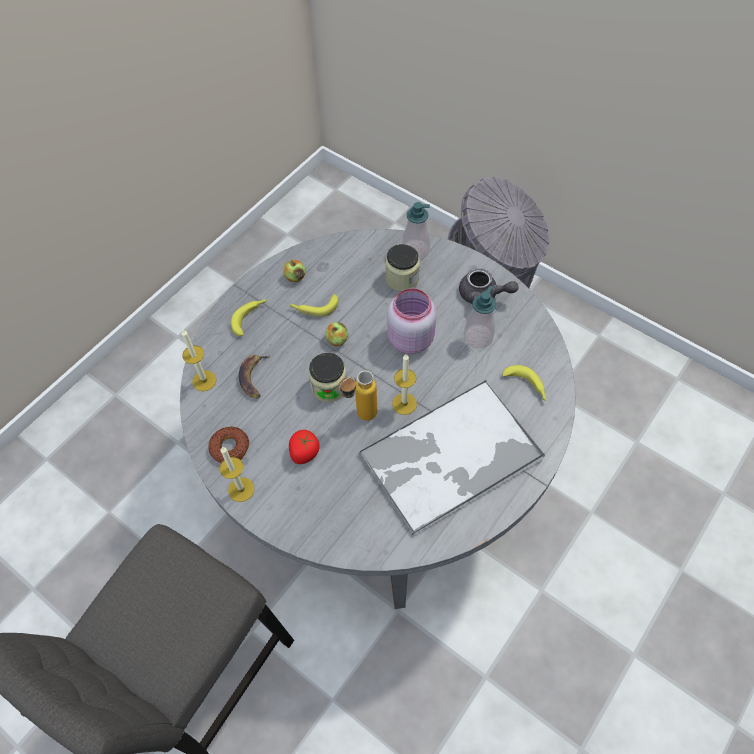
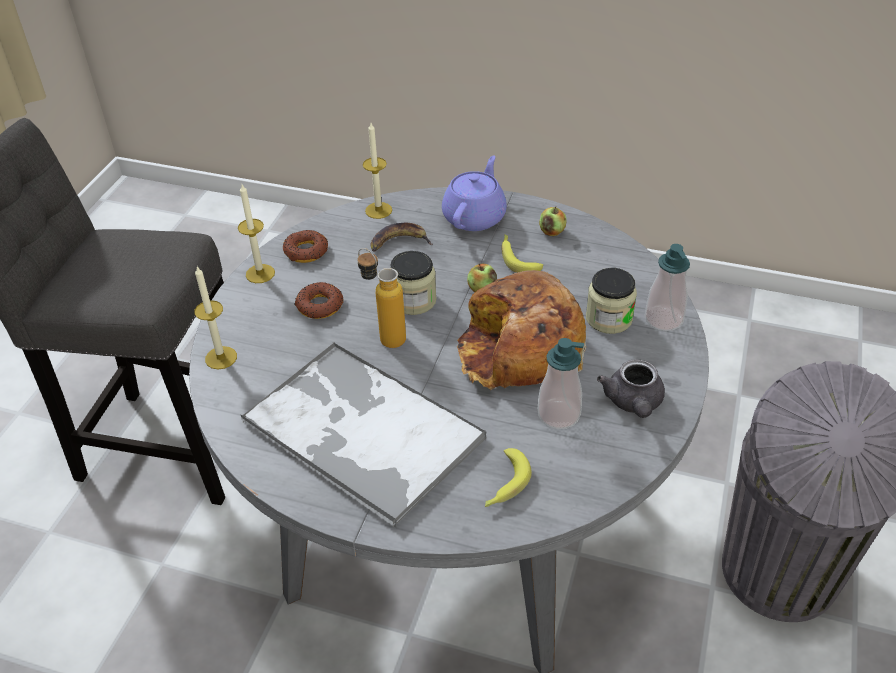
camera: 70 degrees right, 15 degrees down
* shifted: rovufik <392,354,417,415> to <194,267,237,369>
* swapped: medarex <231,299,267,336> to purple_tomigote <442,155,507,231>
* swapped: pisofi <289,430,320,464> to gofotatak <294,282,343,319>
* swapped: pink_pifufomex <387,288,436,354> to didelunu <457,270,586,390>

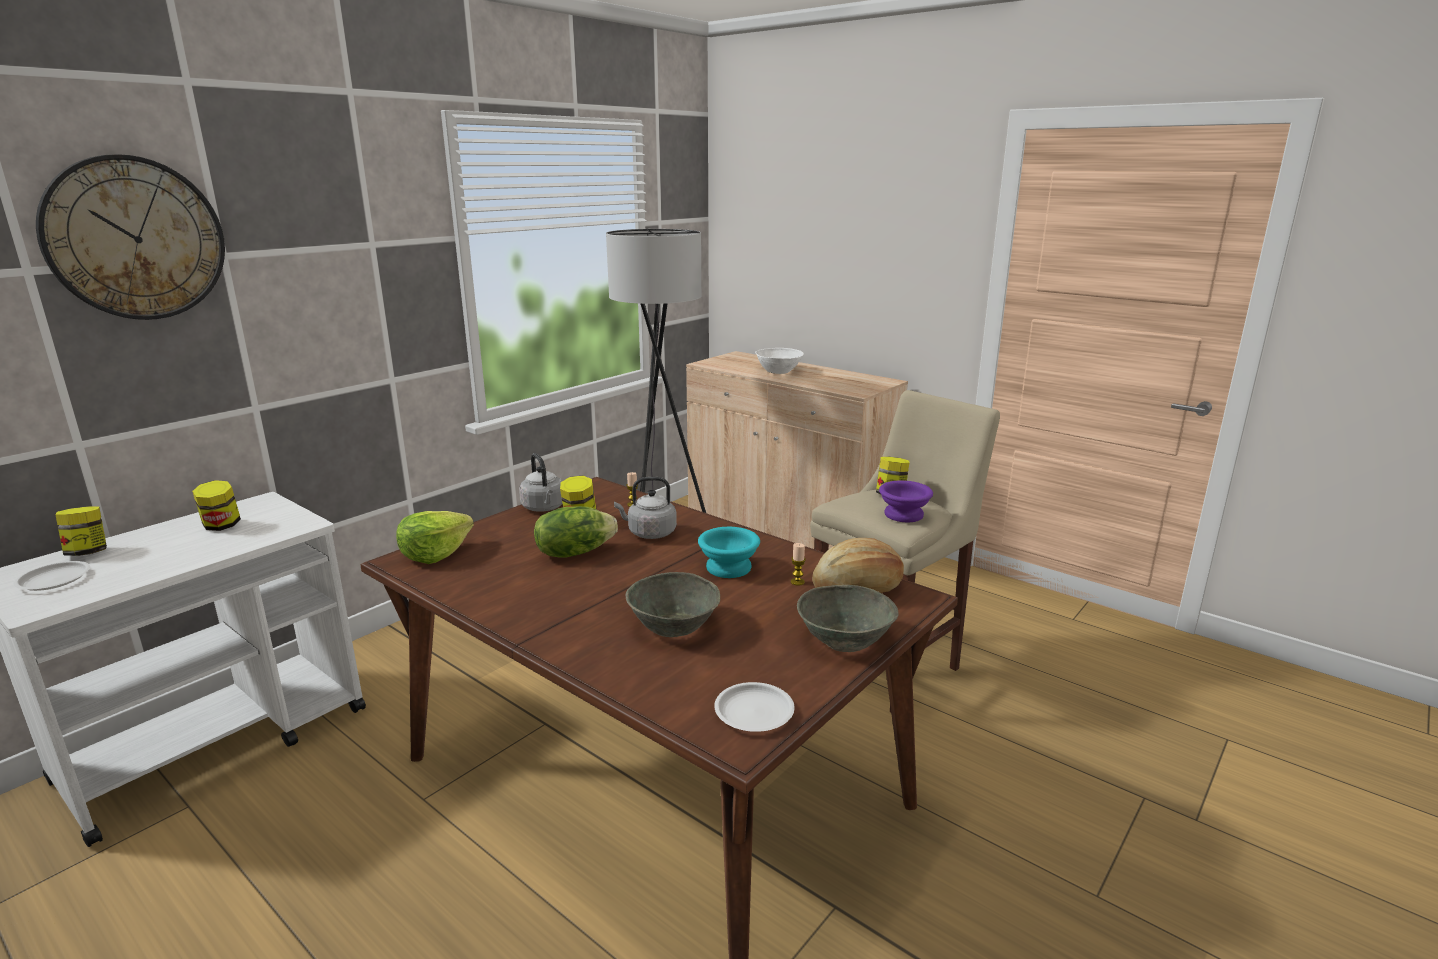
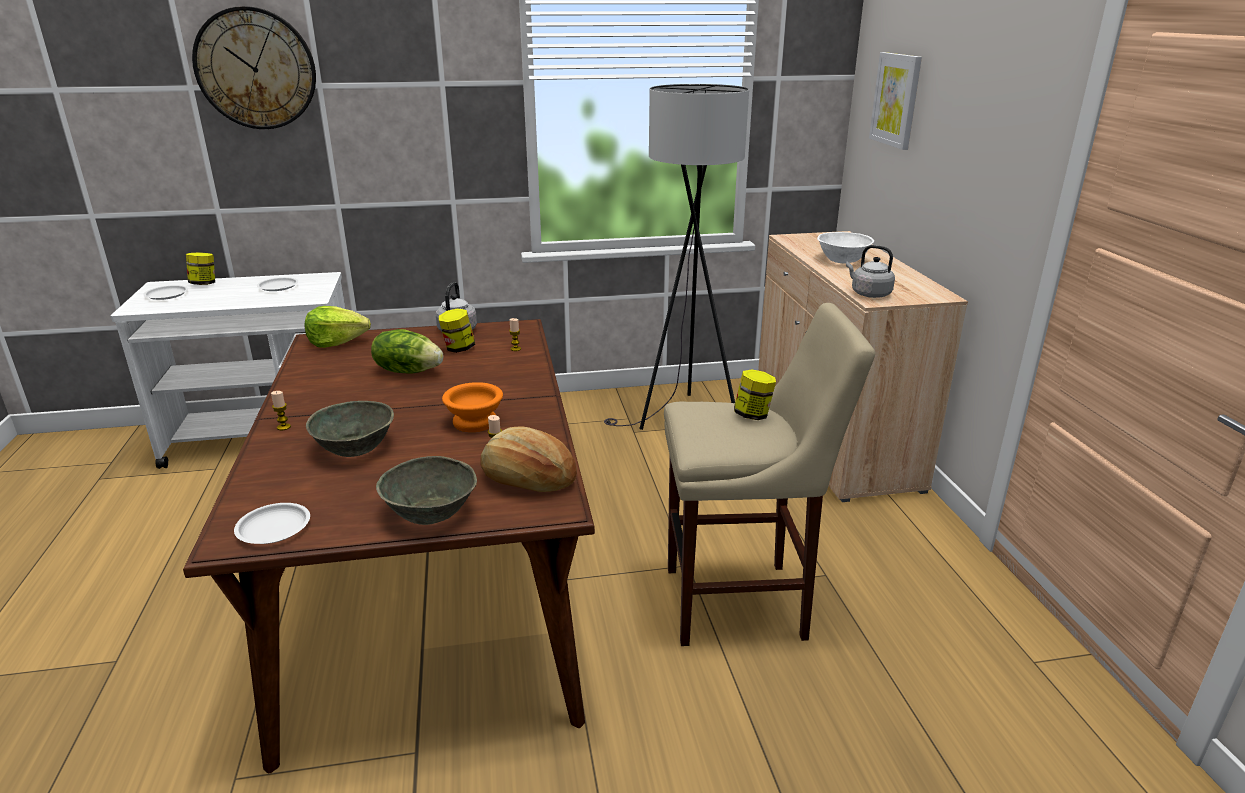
camera: 40 degrees right, 5 degrees up
* gone: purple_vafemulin <879,480,933,522>
* new: rovufik <271,391,291,430>
* new: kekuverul <869,52,922,150>
* shifted: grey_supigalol <614,477,677,539> to <846,245,895,298>
* swapped: pifufomex <192,480,241,531> to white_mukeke <257,277,298,291>
* repainted: turquoise_vafemulin <698,527,760,578> to orange_vafemulin <442,382,503,432>

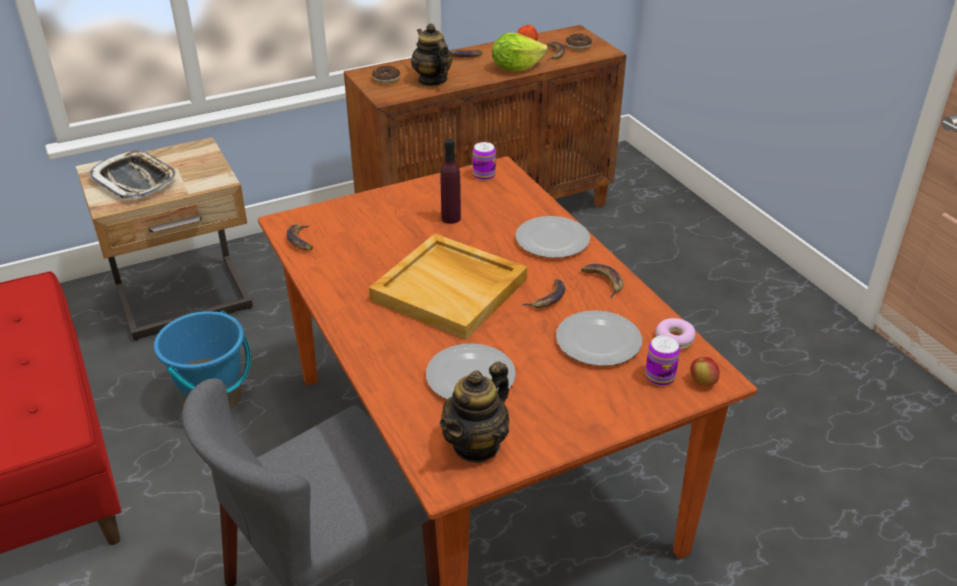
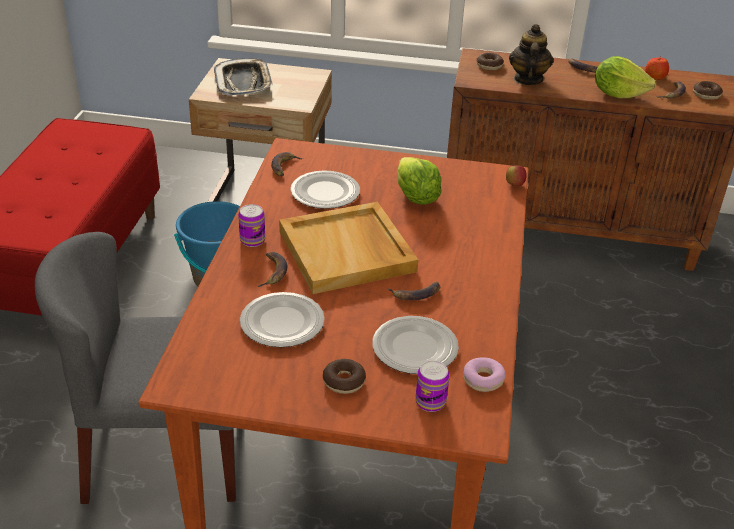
camera: 35 degrees right, 0 degrees up
* gone: tomigote <440,361,509,463>
* new: gofotatak <323,359,366,394>
* shifted: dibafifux <473,142,496,181> to <238,204,265,247>
* shifted: mukeke <515,216,590,258> to <290,170,360,209>
* shifted: medarex <581,264,623,298> to <257,252,287,287>
* shifted: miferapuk <690,357,720,385> to <506,165,527,186>
* swapped: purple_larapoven <440,139,461,224> to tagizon <397,157,442,205>

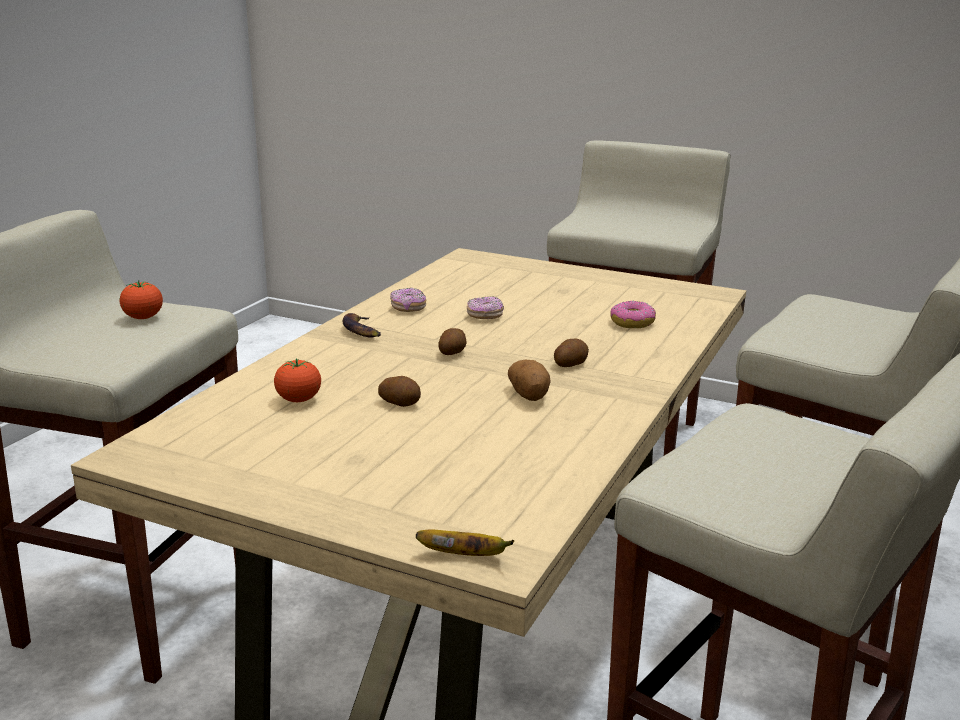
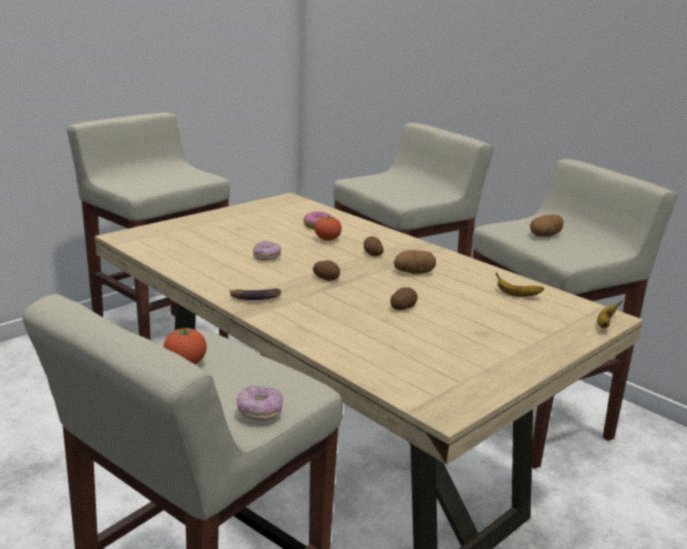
camera: 70 degrees left, 0 degrees up
* new: medarex <496,272,544,297>
* new: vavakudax <530,214,564,237>
* shifted: pisofi <274,358,321,402> to <315,215,342,241>
* shifted: gofotatak <390,288,426,312> to <237,386,283,421>

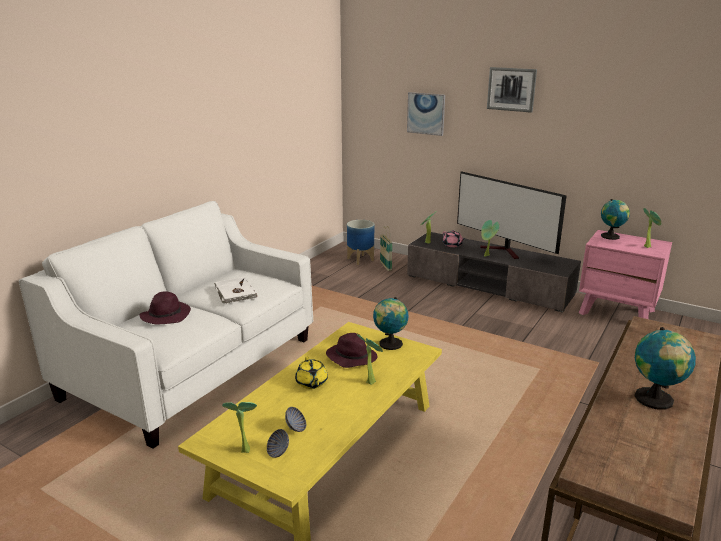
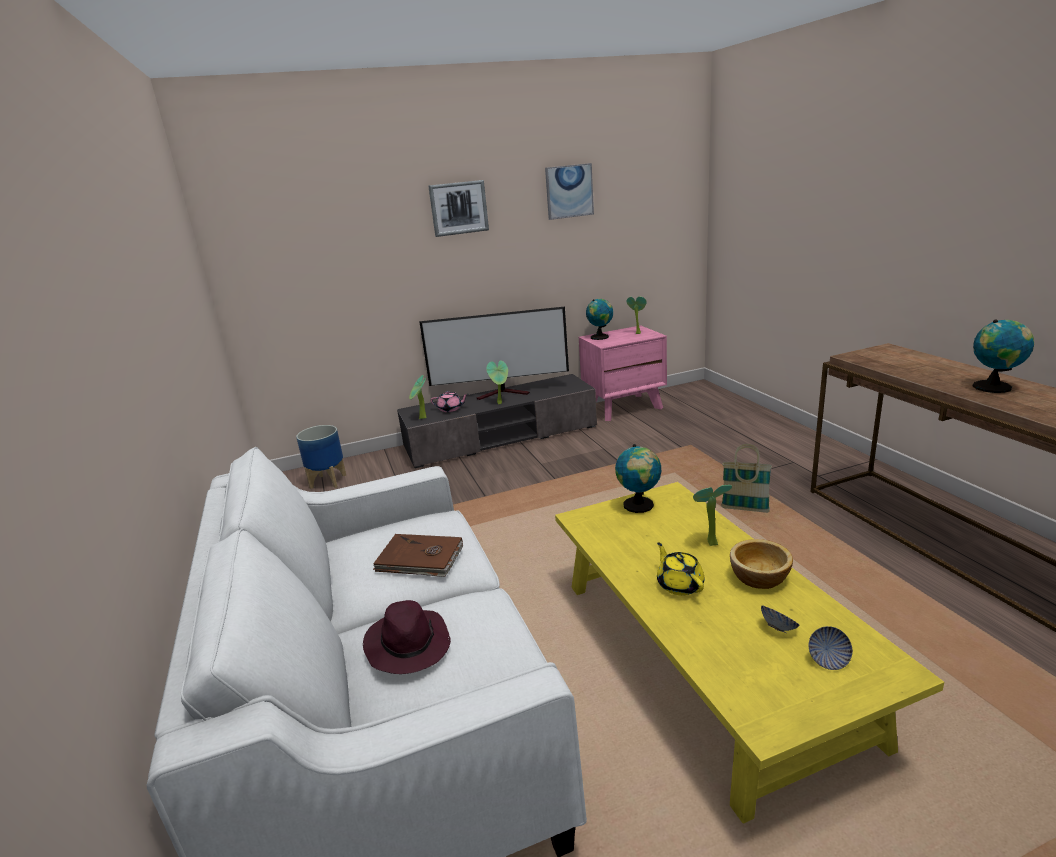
camera: 50 degrees left, 0 degrees up
* gone: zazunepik <222,402,257,453>
* gone: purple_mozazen <326,333,378,368>
* new: vafemulin <730,539,793,589>
* shifted: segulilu <380,226,392,271> to <721,444,772,513>
* shifted: kekuverul <407,92,445,136> to <545,163,594,220>
* repainted: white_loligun <214,277,257,304> to brown_loligun <373,534,463,577>
* rotated: yellow_tomigote <295,357,328,389> = <657,542,704,595> 135 degrees counterclockwise

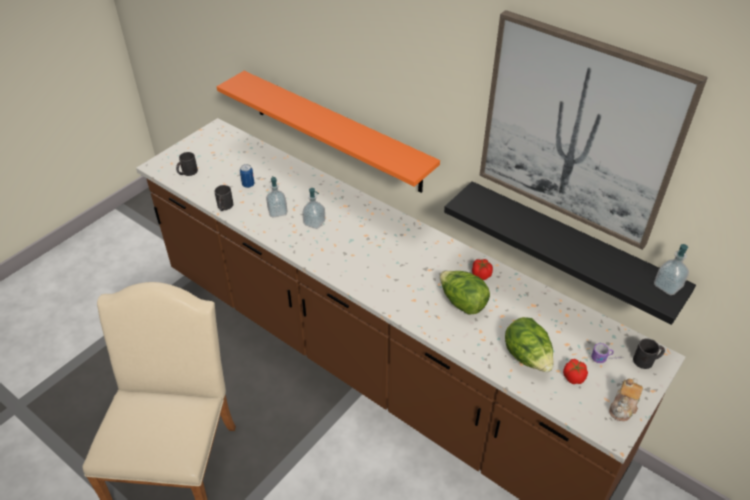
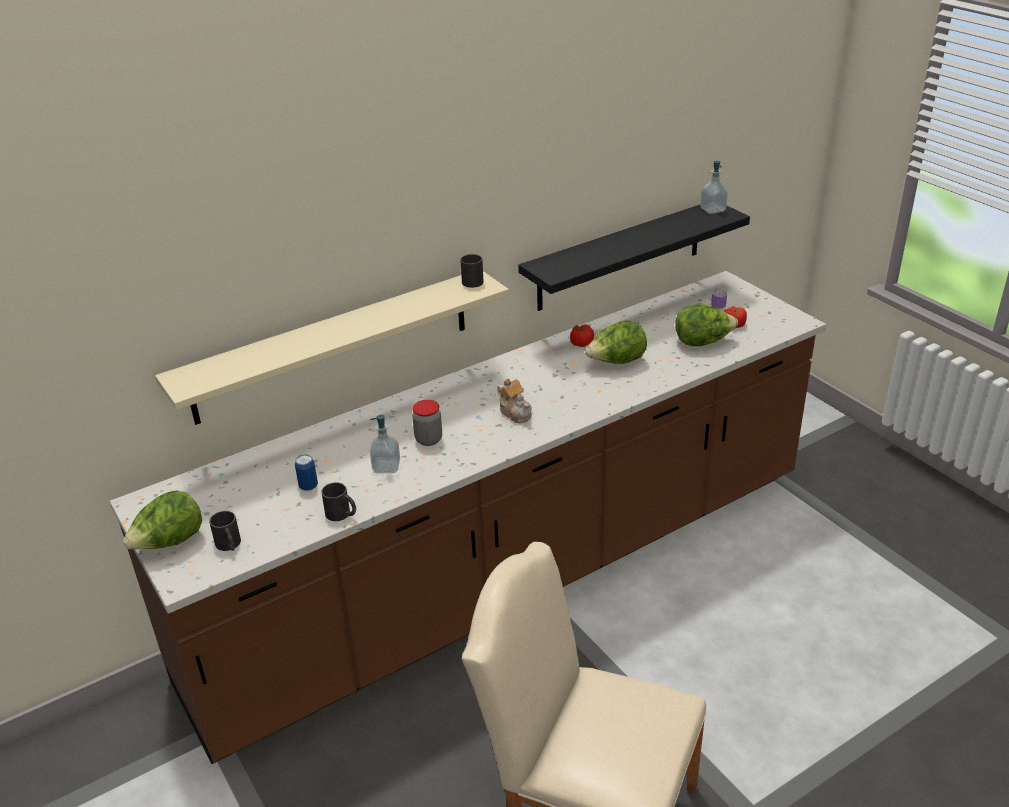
camera: 70 degrees left, 10 degrees down
* gone: kekuverul <479,10,708,250>
* new: tagizon <123,490,202,550>
* shifted: tomigote <609,378,643,421> to <497,378,532,423>
* shifted: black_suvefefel <633,338,665,369> to <460,254,484,288>
* swapped: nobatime <302,188,325,229> to pifufomex <412,400,442,446>
* repainted: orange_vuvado <217,71,440,193> to beige_vuvado <155,271,509,425>

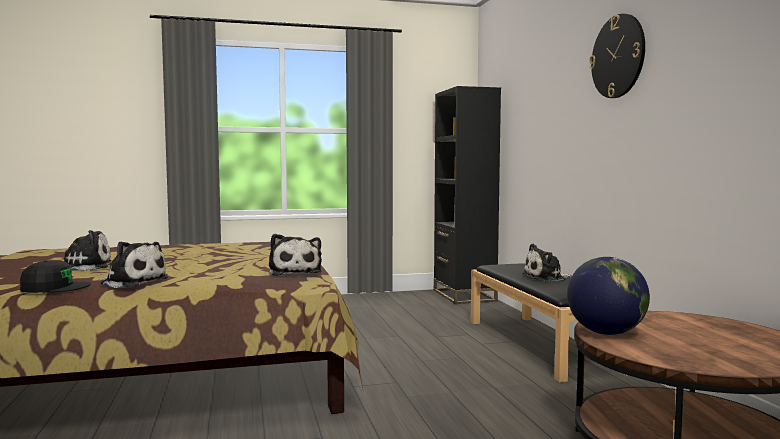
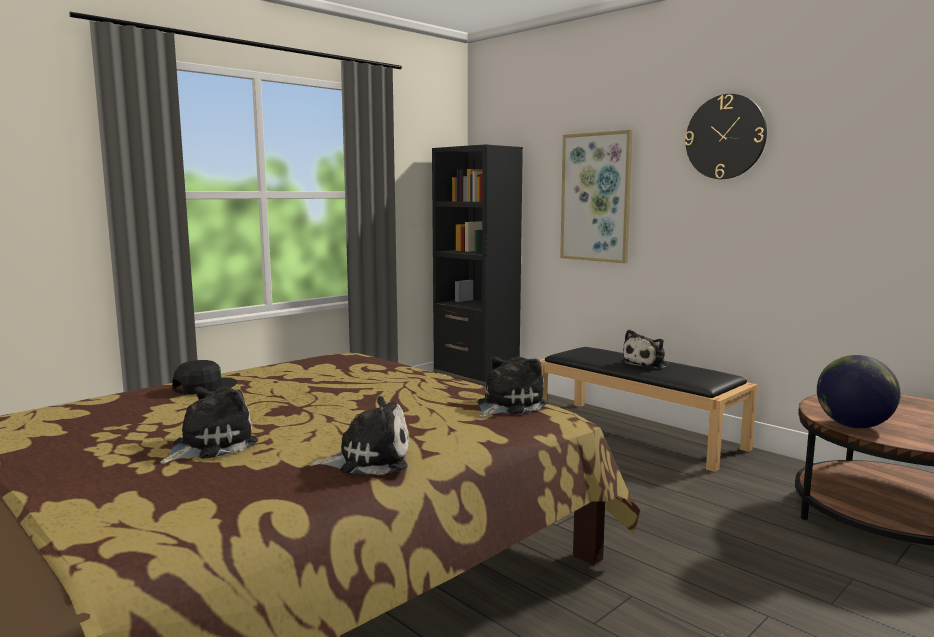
camera: 30 degrees left, 5 degrees up
* new: kekuverul <560,130,633,263>
* shifted: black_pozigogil <20,261,91,293> to <172,360,237,395>
* rotated: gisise <269,234,322,276> = <477,357,547,418> 90 degrees counterclockwise

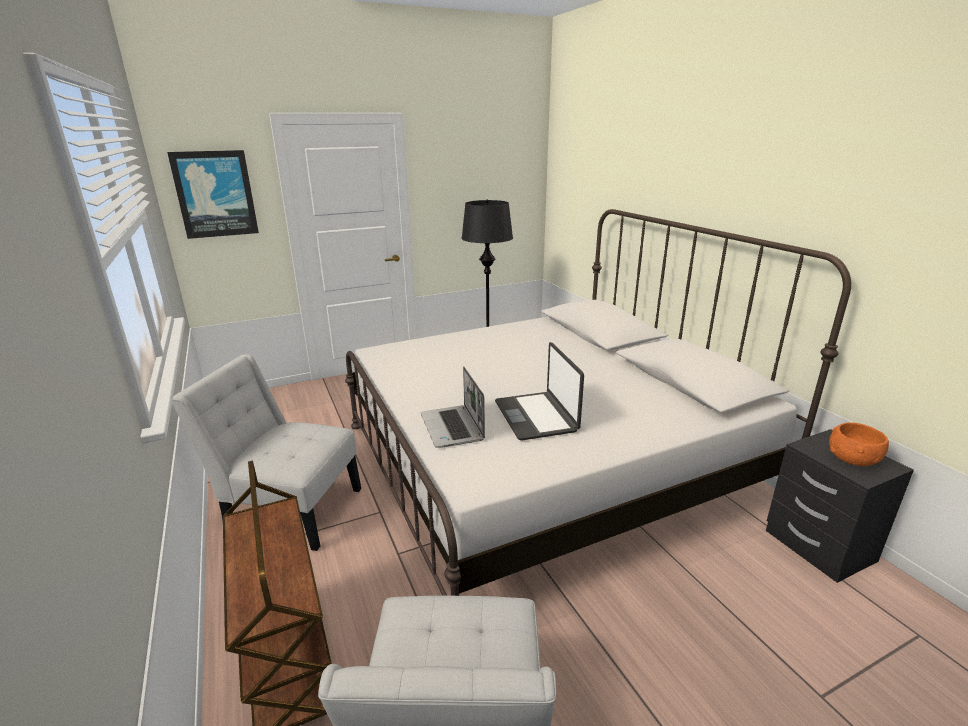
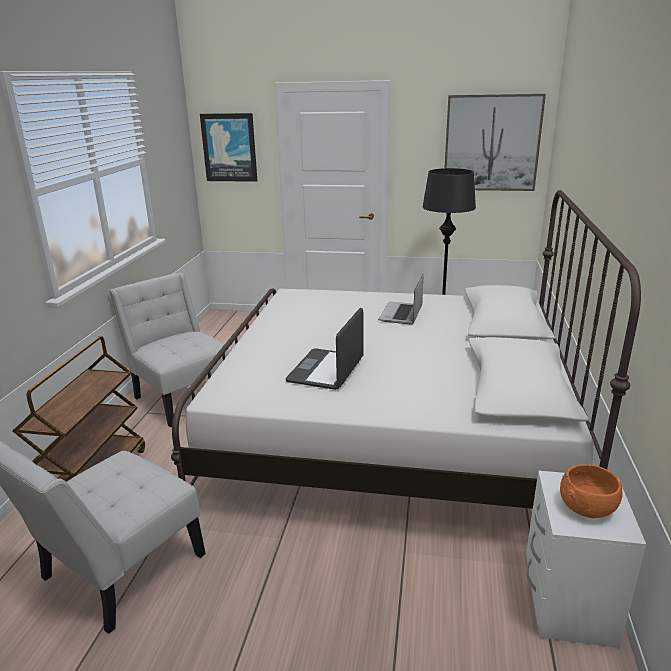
camera: 35 degrees right, 0 degrees up
* new: kekuverul <445,94,546,191>
* shifted: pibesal <421,366,485,448> to <378,274,423,325>
* repainted: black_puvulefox <766,429,914,583> to white_puvulefox <526,471,646,648>

